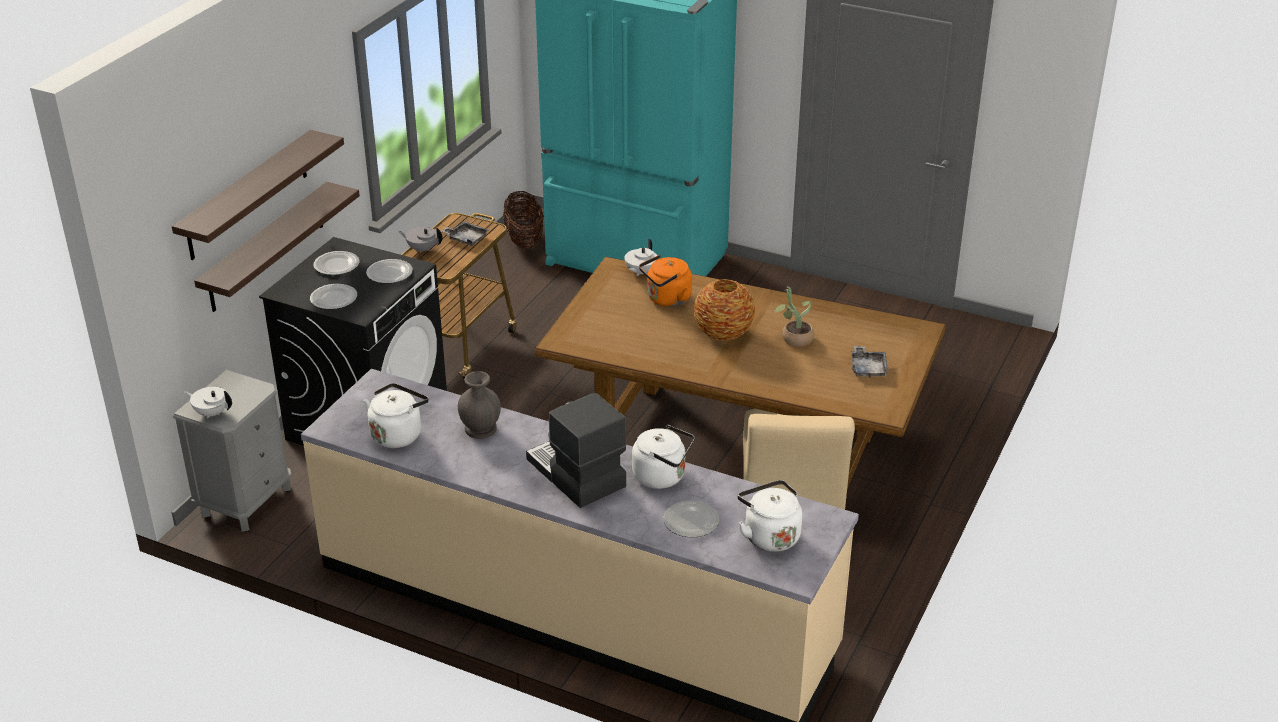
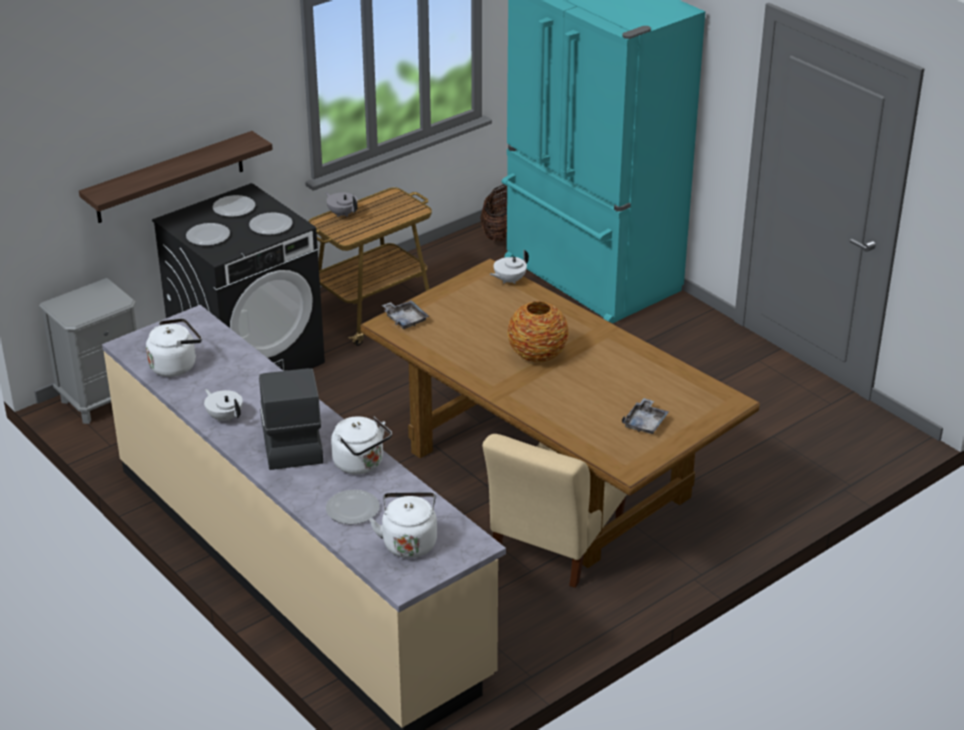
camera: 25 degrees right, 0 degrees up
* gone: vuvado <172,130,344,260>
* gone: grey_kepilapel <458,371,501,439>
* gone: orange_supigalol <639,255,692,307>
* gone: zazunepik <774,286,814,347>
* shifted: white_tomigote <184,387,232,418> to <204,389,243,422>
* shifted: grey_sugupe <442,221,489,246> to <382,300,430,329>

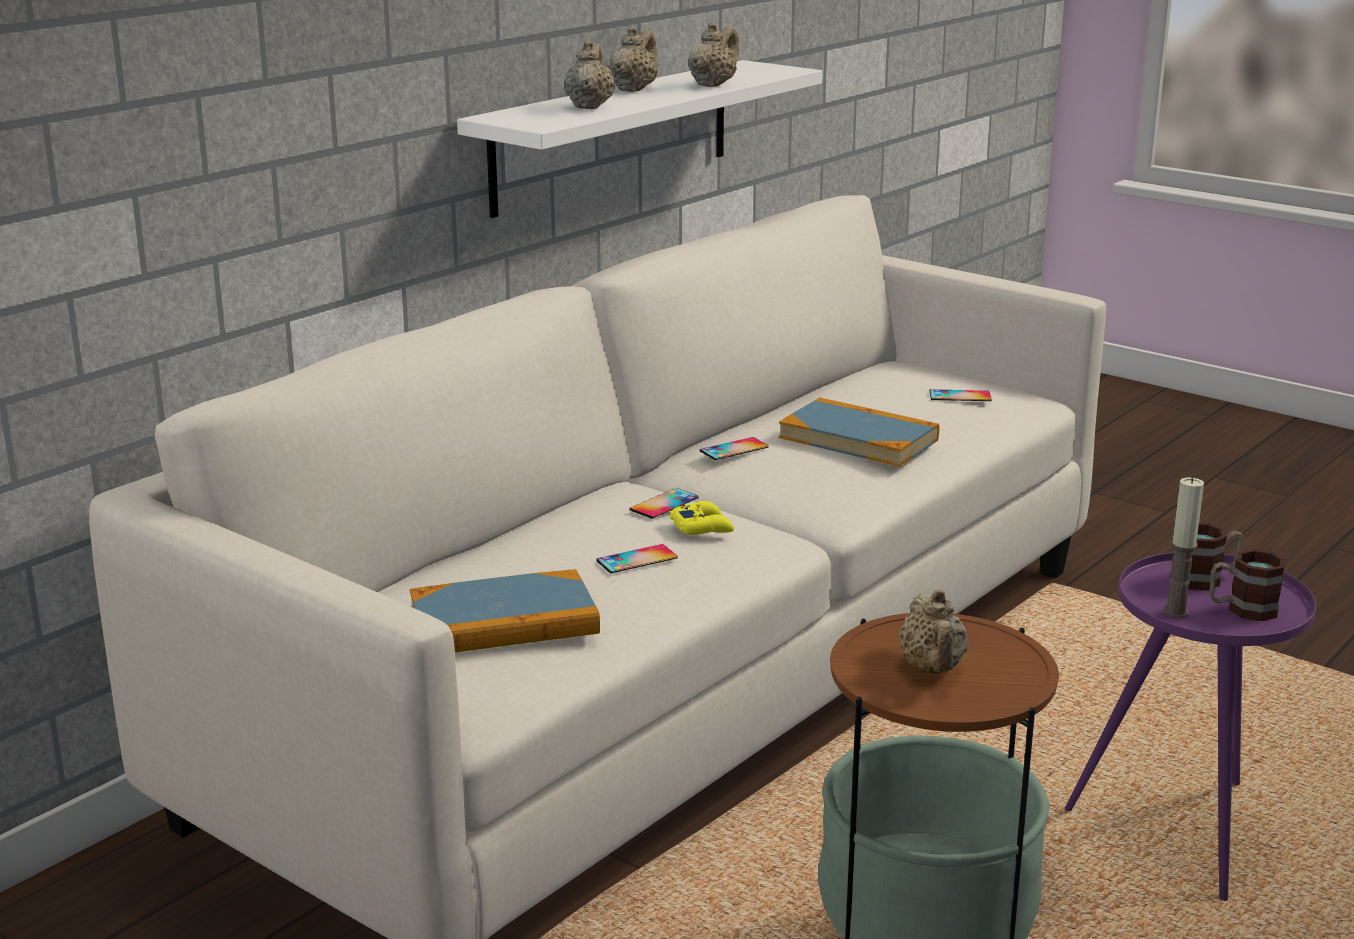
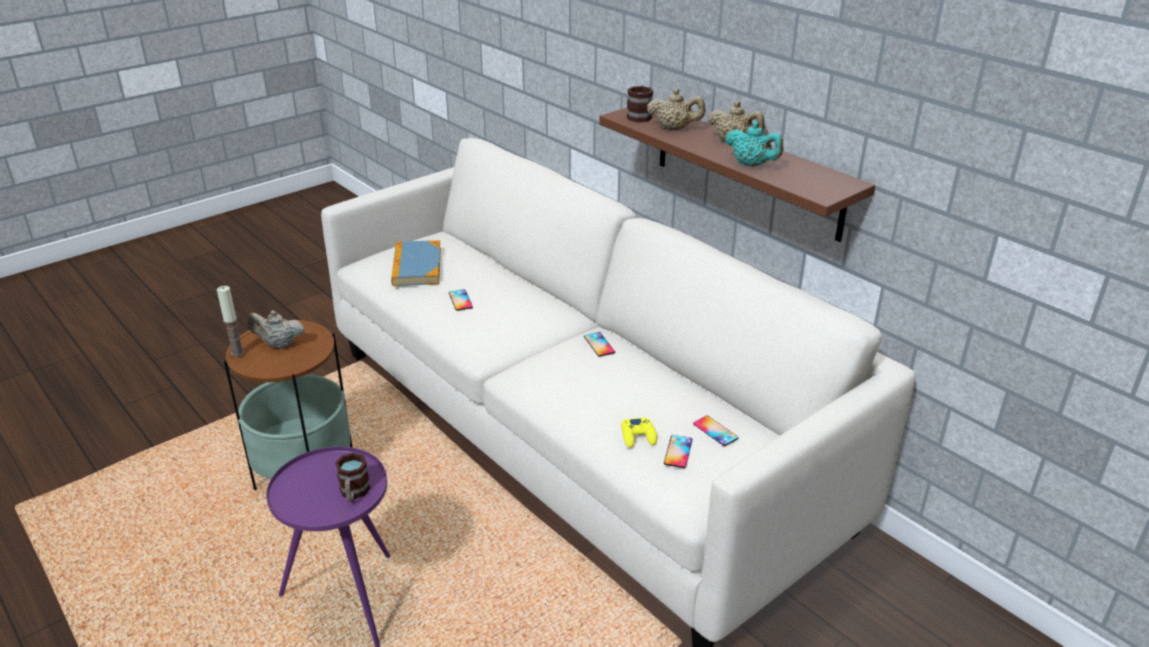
camera: 100 degrees right, 10 degrees up
* gone: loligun <779,398,939,467>
* shifted: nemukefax <629,488,699,518> to <693,415,739,446>
* shifted: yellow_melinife <670,501,734,535> to <621,417,657,447>
* shifted: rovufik <1163,477,1204,618> to <217,286,244,357>
* shifted: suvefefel <1210,549,1286,621> to <627,86,653,122>
* repainted: white_vuvado <457,60,823,218> to brown_vuvado <599,108,875,242>
* repainted: beige_tomigote <689,22,739,87> to turquoise_tomigote <725,121,783,167>

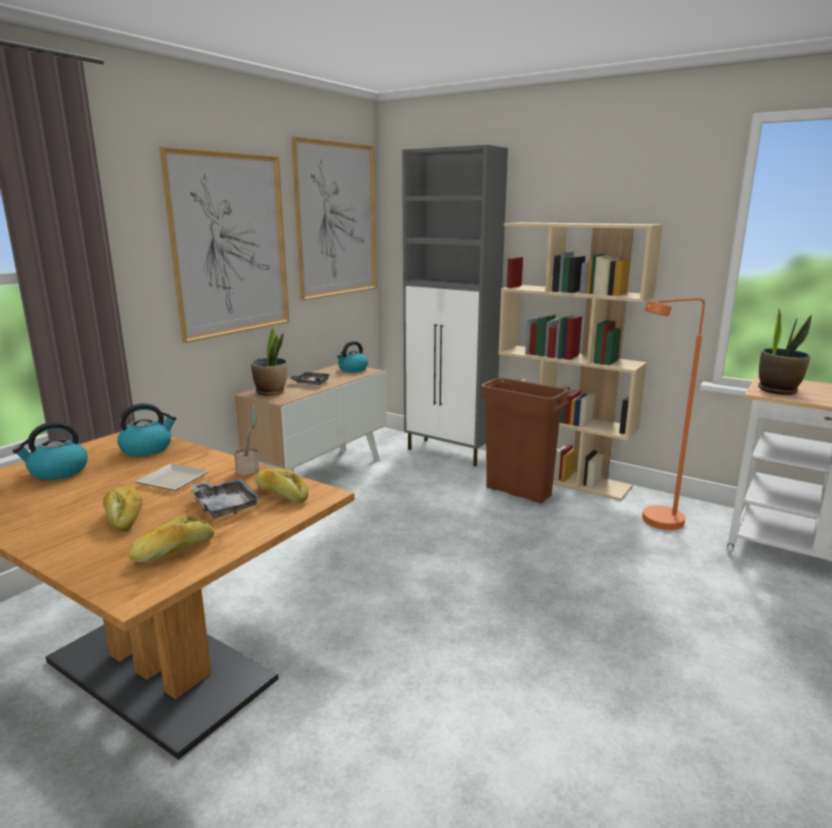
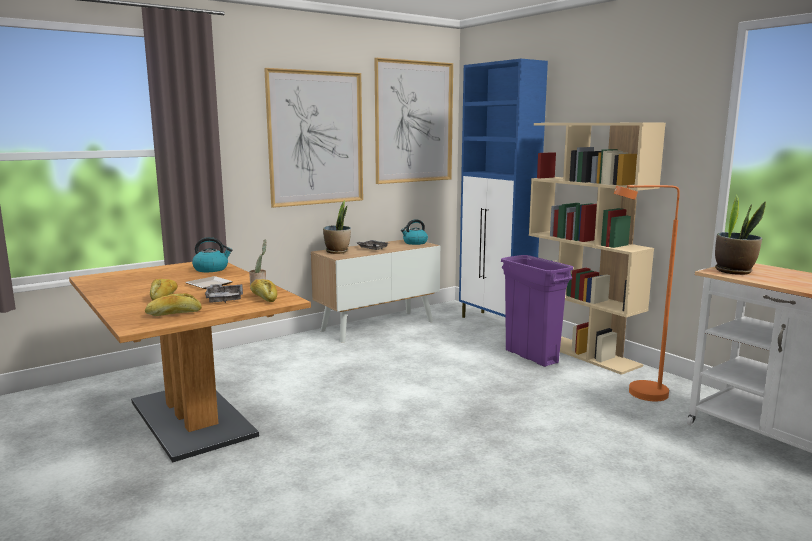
camera: 20 degrees right, 5 degrees down
* gone: supigalol <13,422,88,480>
* repainted: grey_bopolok <402,145,508,466> to blue_bopolok <459,59,548,318>
* repainted: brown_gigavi <480,378,569,504> to purple_gigavi <501,255,573,367>

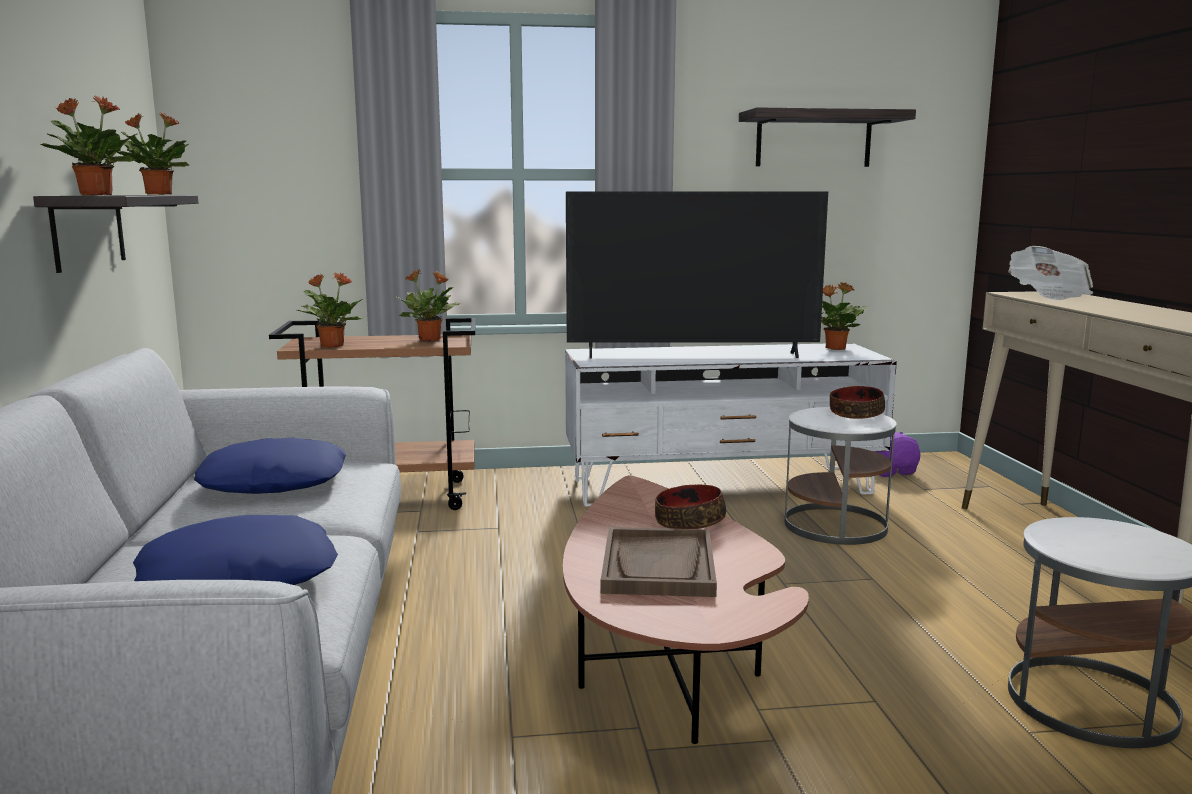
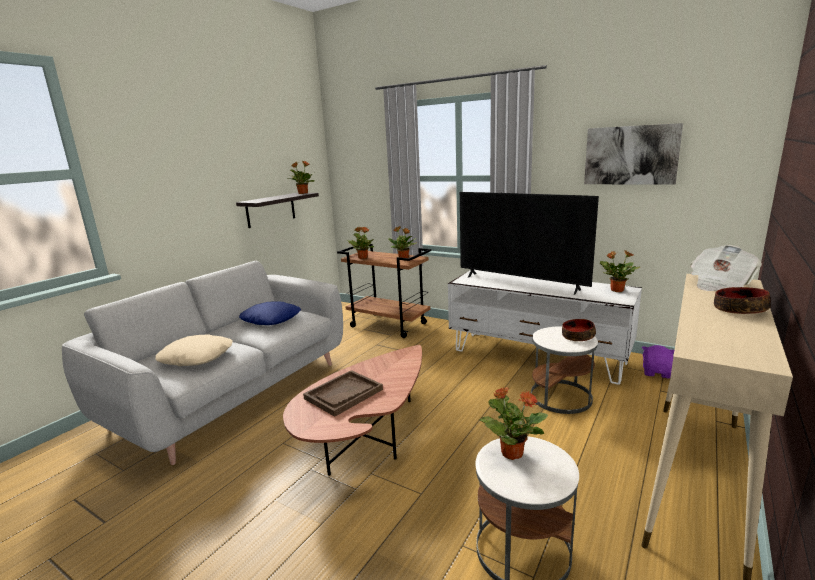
camera: 40 degrees right, 5 degrees up
* shifted: zazunepik <40,95,137,195> to <480,387,548,460>
* shifted: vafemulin <655,484,726,529> to <714,287,771,314>
* swapped: vuvado <739,107,916,167> to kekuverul <584,123,683,185>
* repainted: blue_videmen <133,515,338,585> to beige_videmen <155,334,233,366>

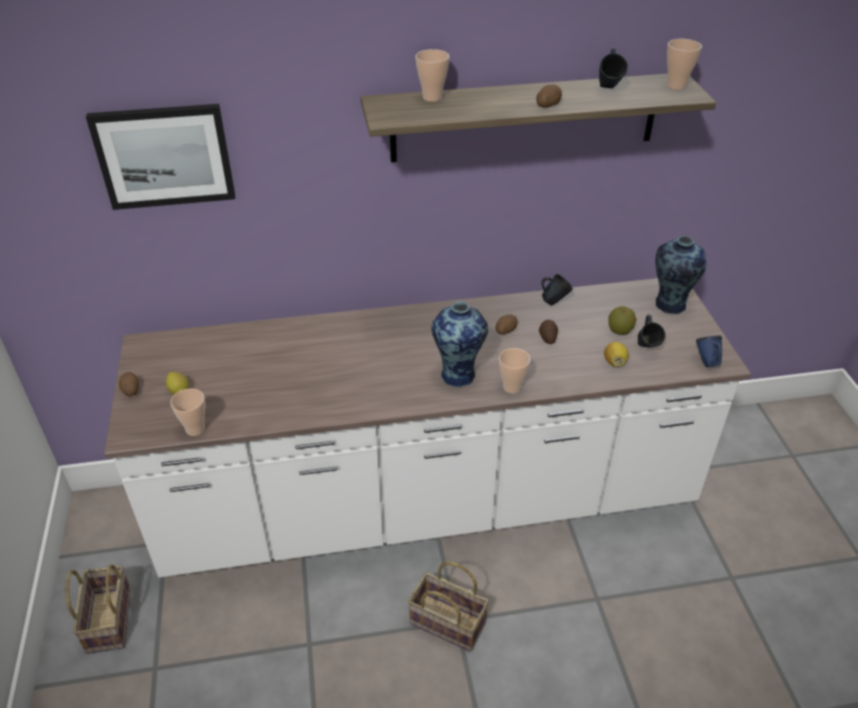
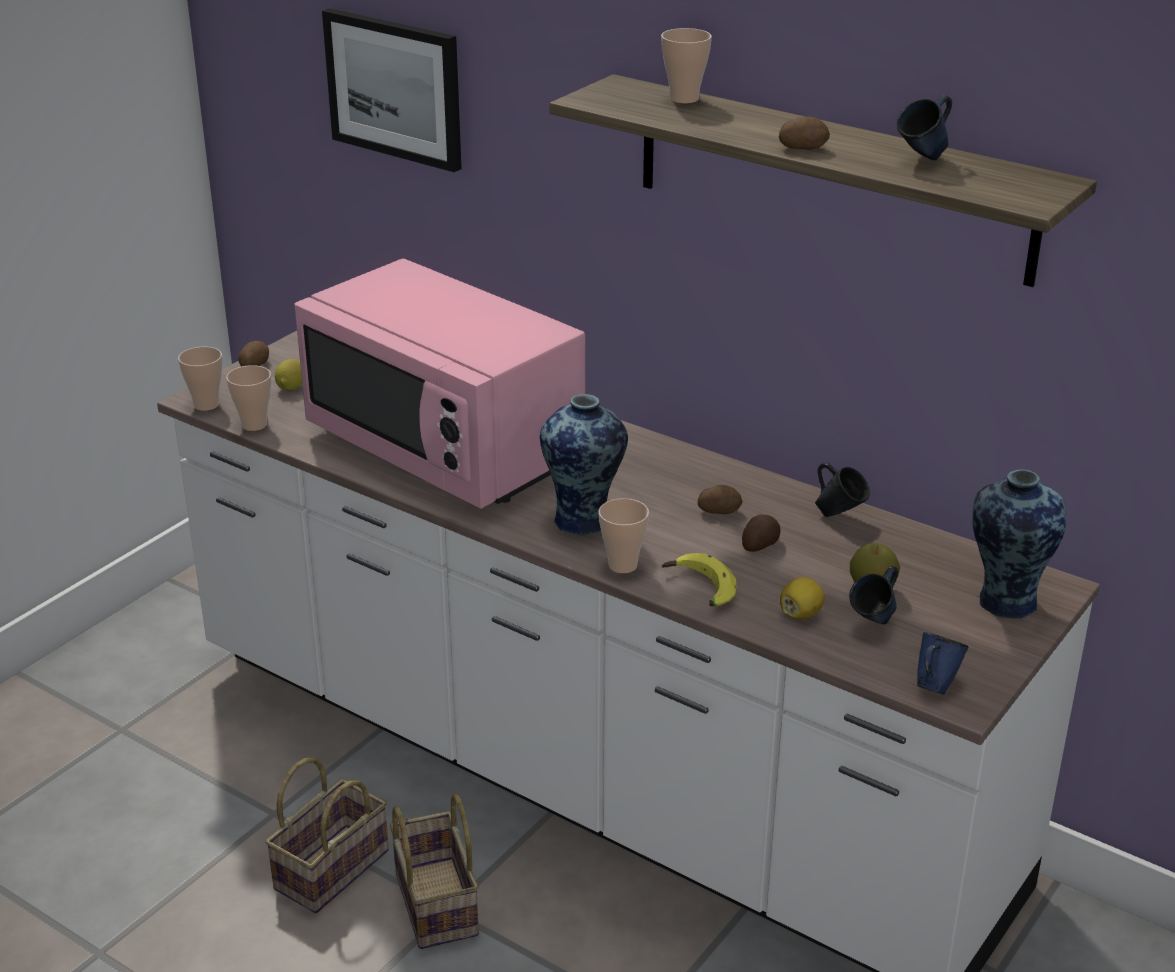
camera: 45 degrees right, 10 degrees down
* new: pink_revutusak <294,259,585,509>
* new: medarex <662,553,736,606>
* shifted: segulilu <65,565,131,654> to <265,757,389,913>
* shifted: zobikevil <667,39,702,90> to <178,347,222,411>

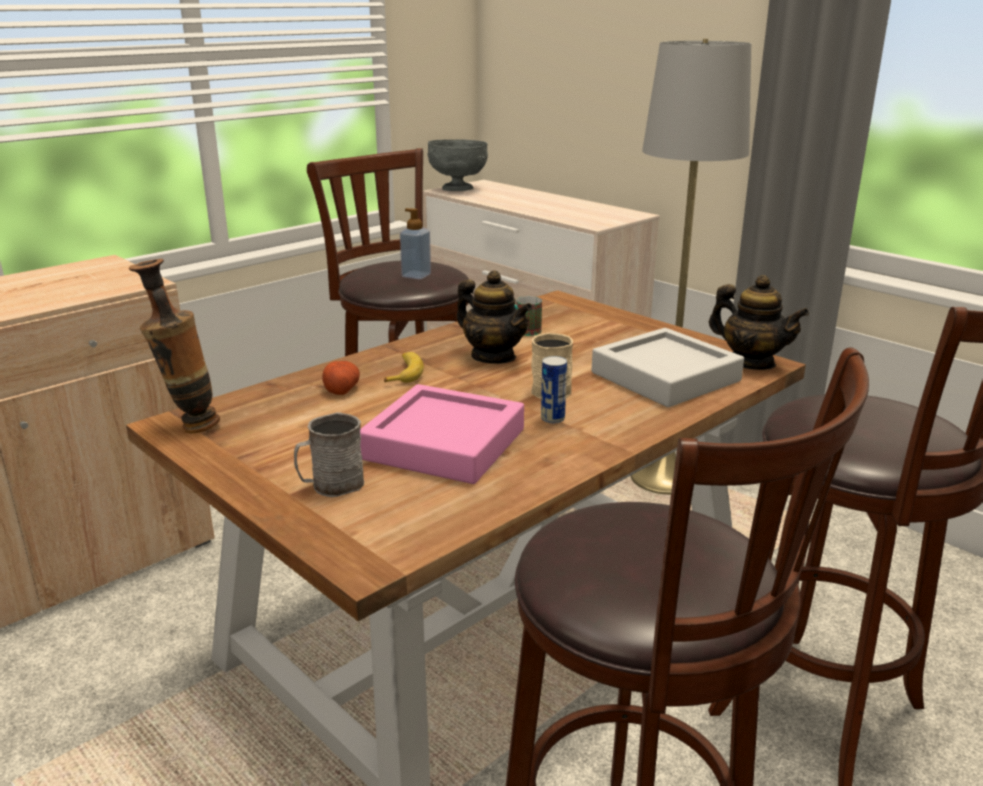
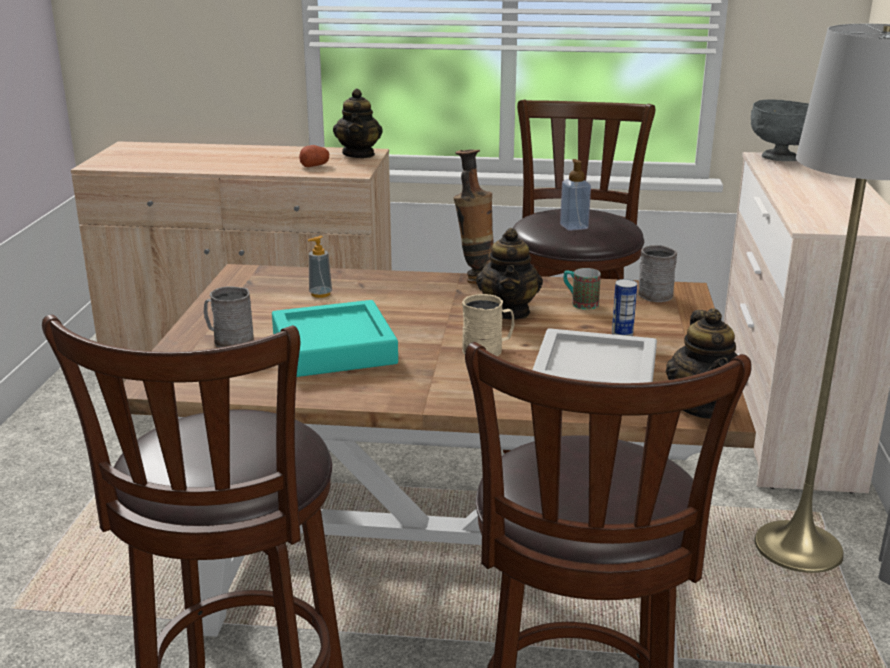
camera: 50 degrees right, 0 degrees up
* gone: medarex <384,352,424,383>
* new: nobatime <308,236,332,298>
* new: tomigote <333,89,383,158>
* new: grey_suvefefel <638,245,678,302>
* shifted: kepilapel <129,259,220,433> to <453,150,494,284>
* shifted: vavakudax <322,361,360,395> to <299,145,329,167>
* shifted: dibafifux <541,356,567,423> to <612,279,637,336>
* repainted: pink_sugupe <360,384,524,484> to turquoise_sugupe <272,300,398,377>

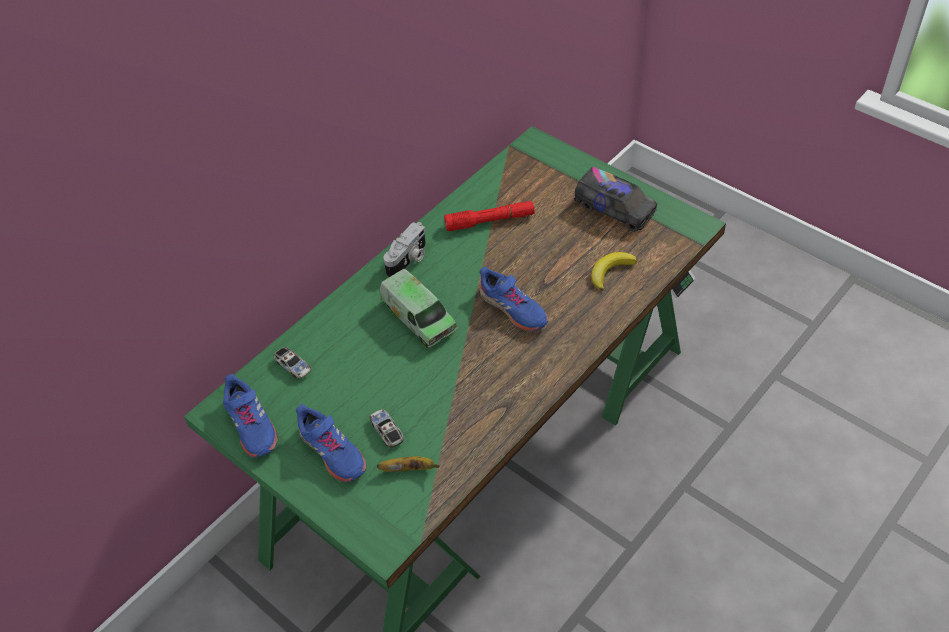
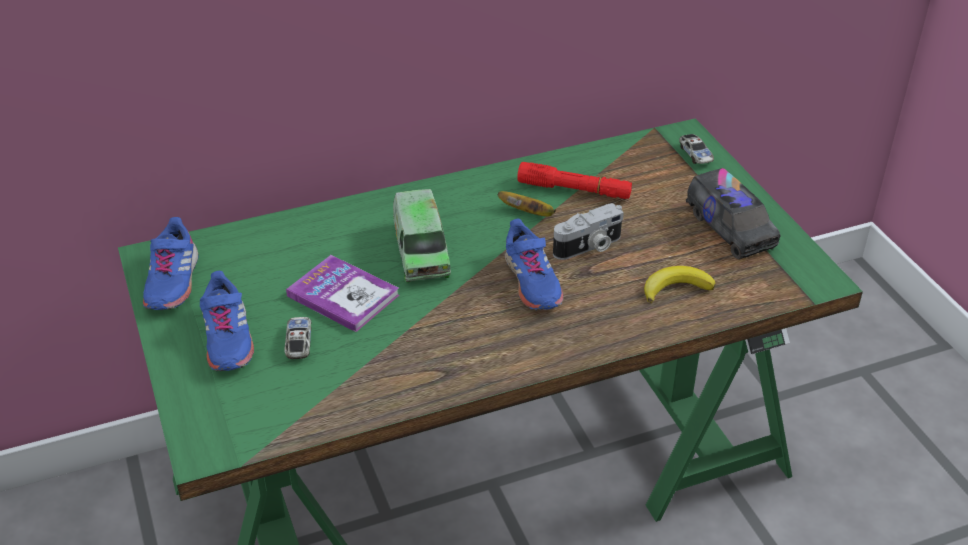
camera: 25 degrees right, 10 degrees down
* new: loligun <286,255,399,332>
* shifted: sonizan <274,347,311,378> to <679,134,714,164>
* shifted: medarex <377,456,440,472> to <498,191,556,217>
* shifted: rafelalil <383,222,426,278> to <553,203,624,260>

